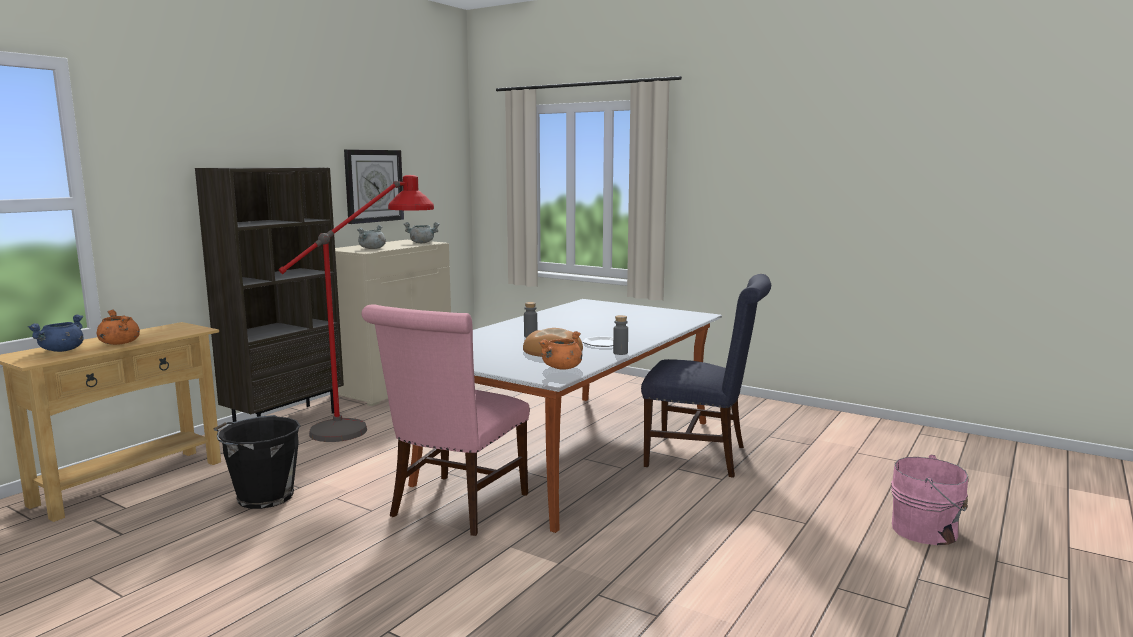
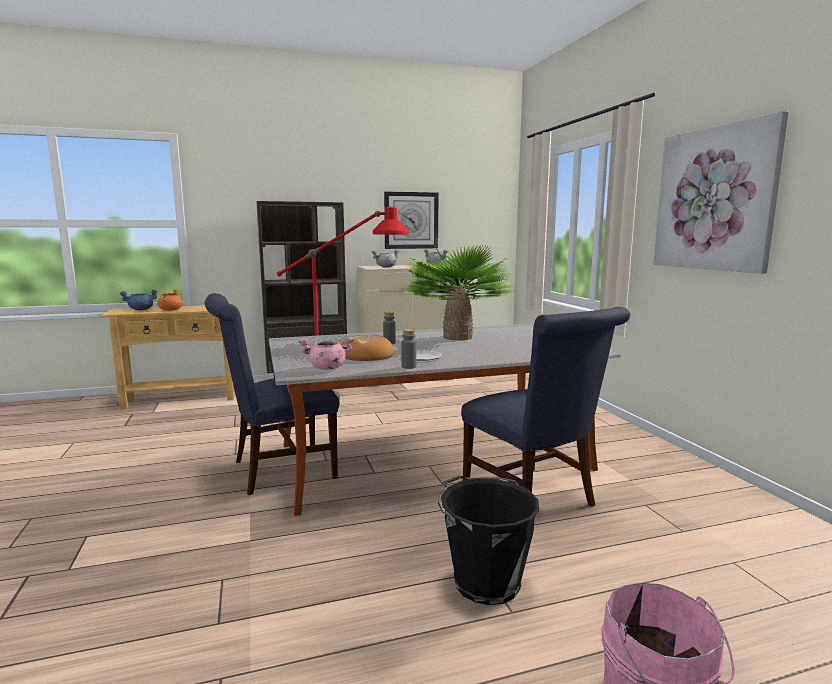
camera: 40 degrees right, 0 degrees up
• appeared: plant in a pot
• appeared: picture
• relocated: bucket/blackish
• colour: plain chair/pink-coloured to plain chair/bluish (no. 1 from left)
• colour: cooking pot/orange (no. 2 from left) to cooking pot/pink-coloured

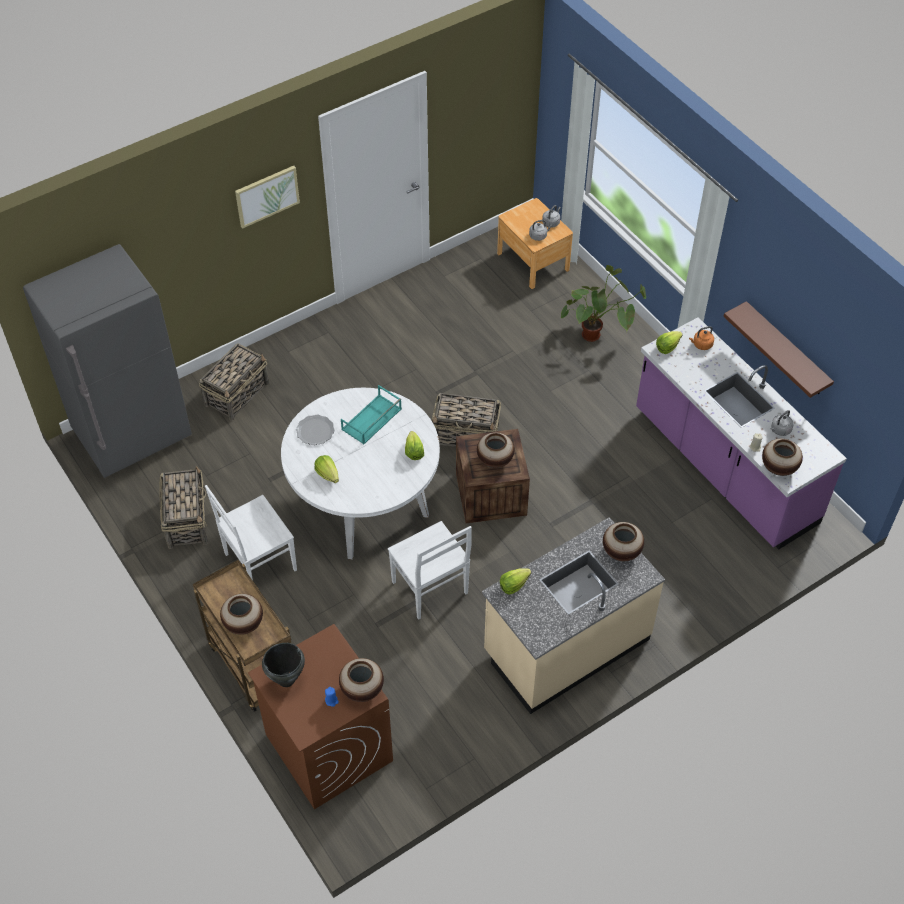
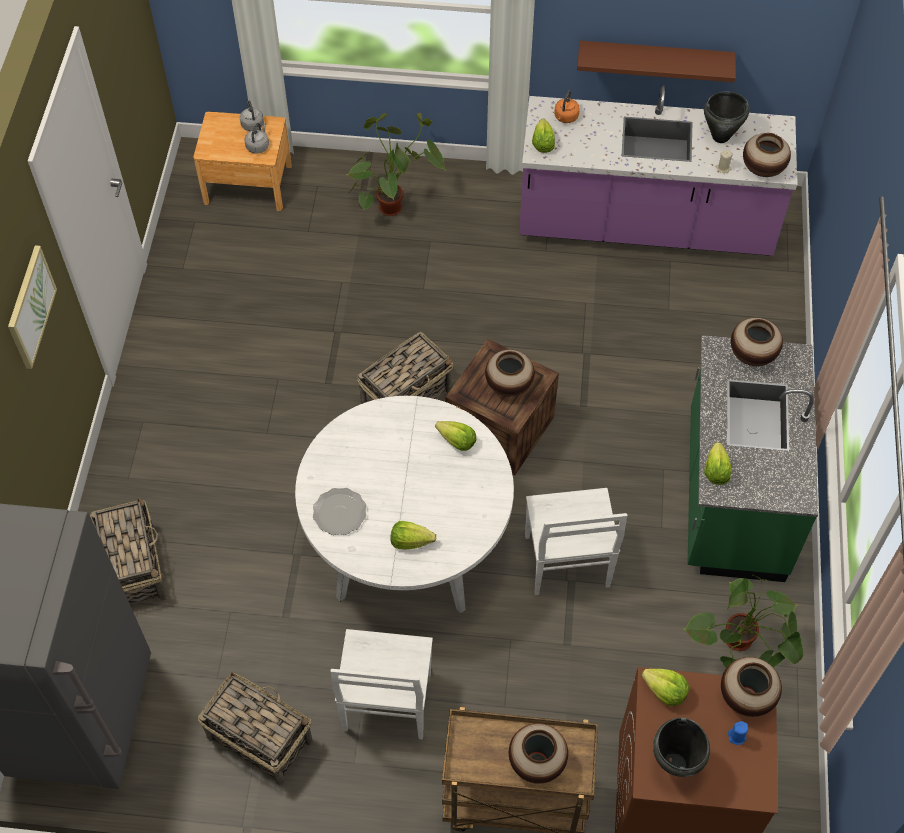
camera: 50 degrees left, 5 degrees up
• missing: serving tray/blue-green
• appeared: lettuce head (no. 4 from left)
• appeared: plant in a pot (no. 2 from left)
• exchanged: water kettle/gray (no. 3 from left) to cooking pot/blackish (no. 2 from left)
• colour: kitchen base unit/beige-coloured to kitchen base unit/greenish
• spun: plain chair/whitish (no. 2 from left) 75 degrees clockwise

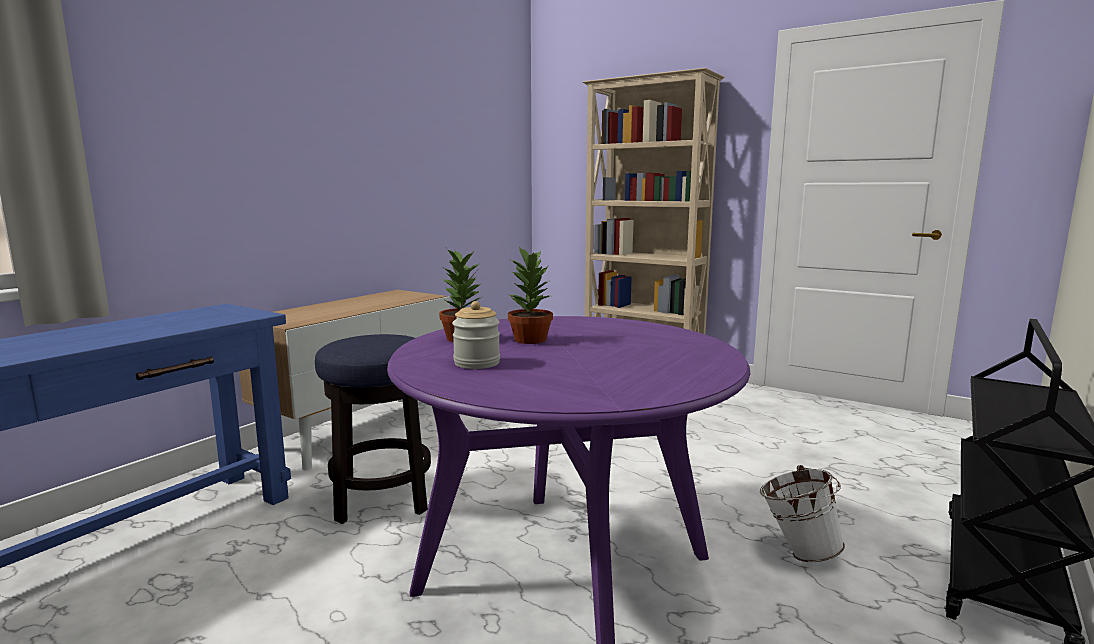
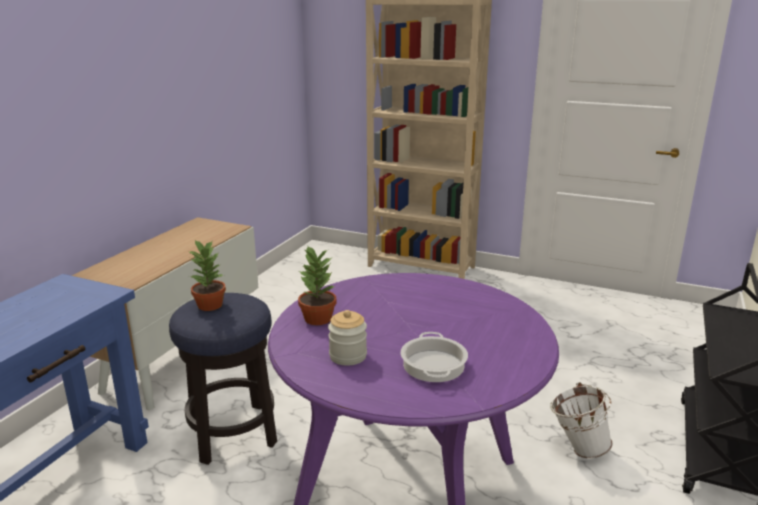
camera: 10 degrees left, 10 degrees up
• appeared: cooking pot
• relocated: plant in a pot (no. 2 from left in the first image) to plant in a pot (no. 1 from left)

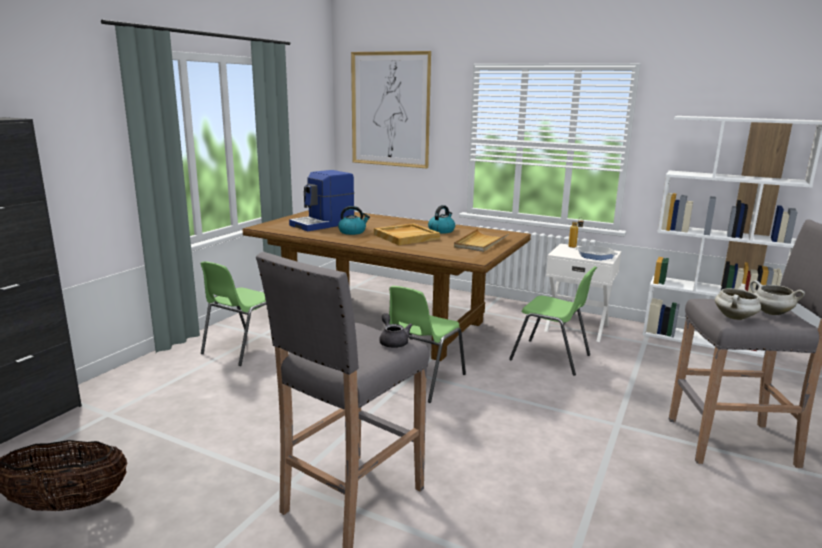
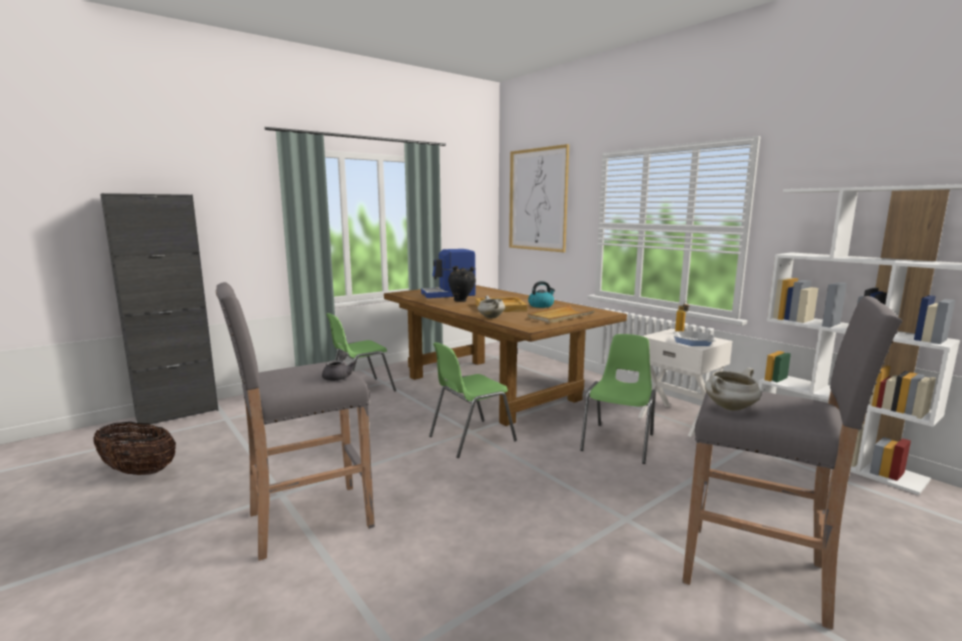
camera: 25 degrees right, 5 degrees down
• relocated: cooking pot/whitish (no. 2 from left in the first image) to cooking pot/whitish (no. 1 from left)
• exchanged: water kettle (no. 1 from left) to decorative vase/blackish
• spun: plain chair/greenish (no. 3 from left) 120 degrees counterclockwise

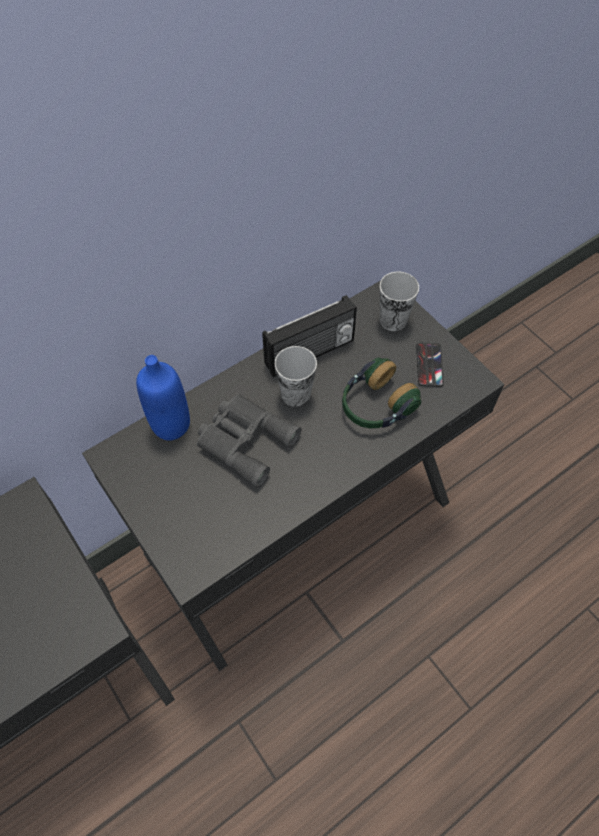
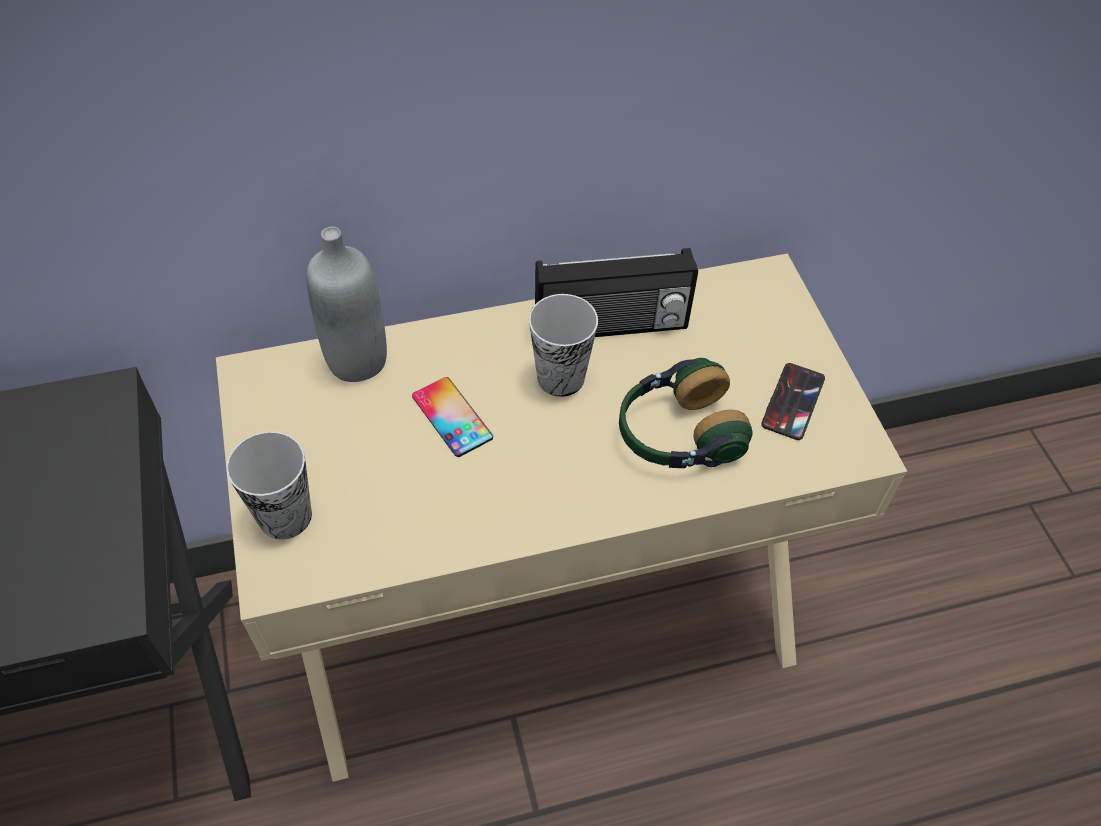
camera: 20 degrees right, 5 degrees down
• relocated: drinking cup (no. 2 from left in the first image) to drinking cup (no. 1 from left)
• exchanged: field glasses/gray to phone (no. 1 from left)
• colour: desk/blackish (no. 2 from left) to desk/beige-coloured
• colour: beverage bottle/bluish to beverage bottle/gray

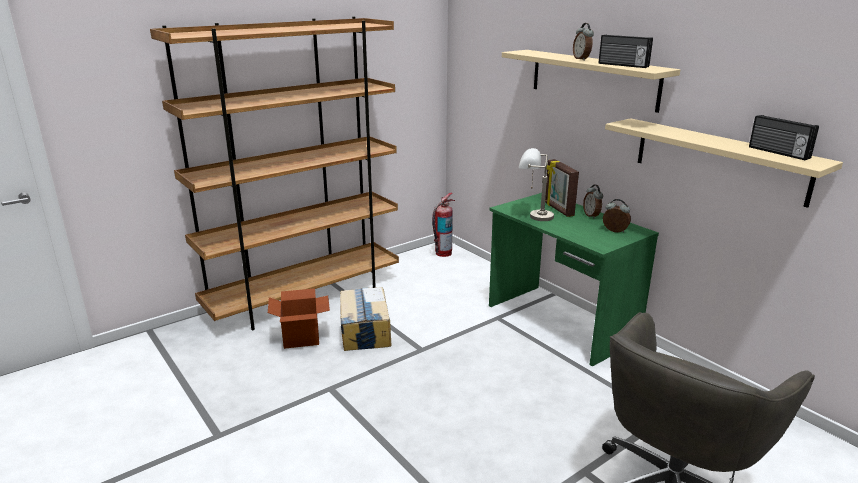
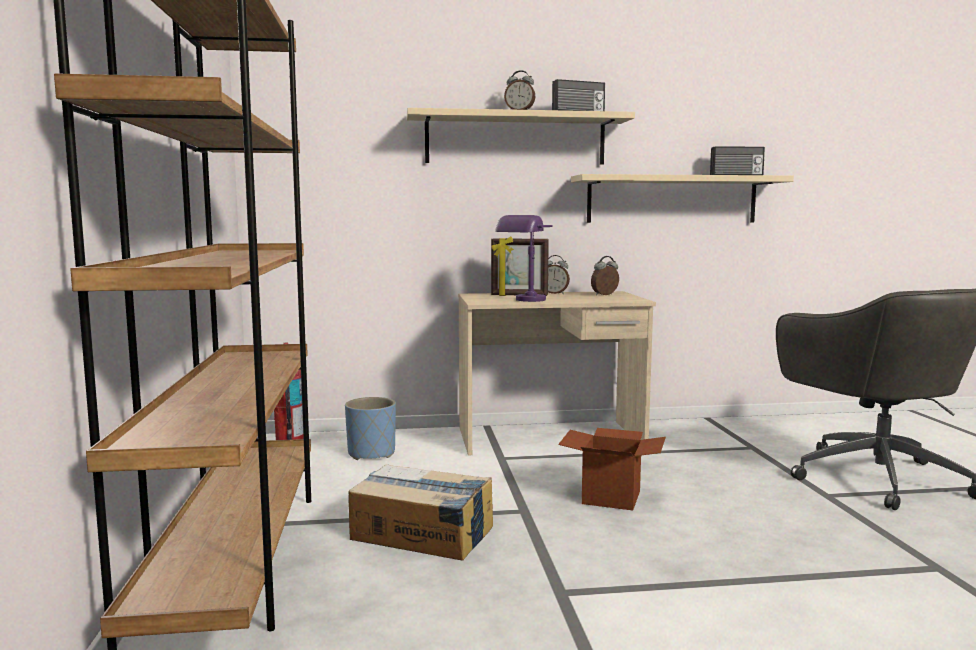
camera: 60 degrees left, 15 degrees down
• appeared: flower pot/bluish
• relocated: carton (no. 1 from left in the first image) to carton (no. 2 from left)
• colour: desk/greenish to desk/beige-coloured
• colour: tabletop lamp/gray to tabletop lamp/purple

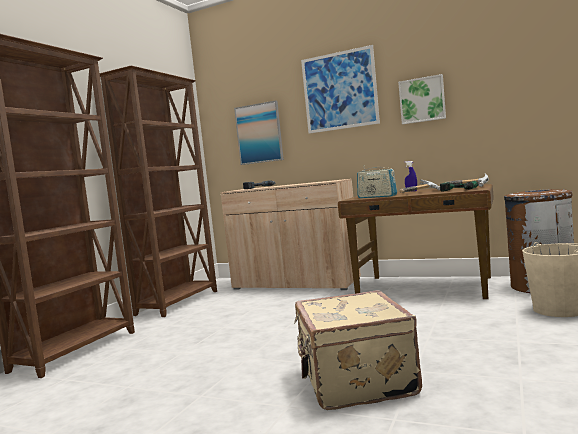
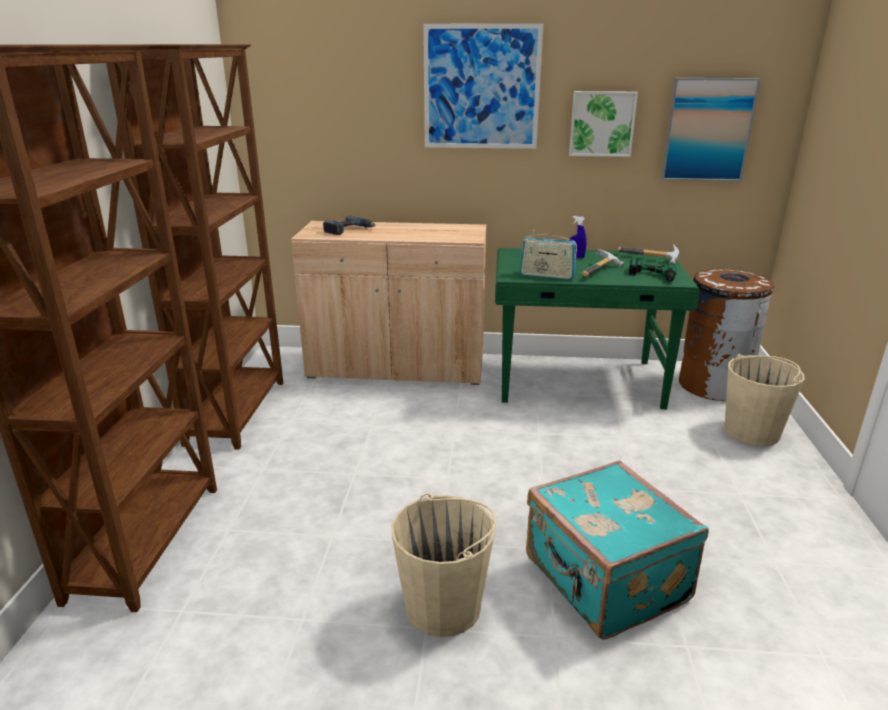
camera: 20 degrees left, 20 degrees up
• appeared: bucket/beige-coloured (no. 1 from left)
• relocated: picture (no. 1 from left in the first image) to picture (no. 3 from left)
• colour: travel case/beige-coloured to travel case/blue-green
• colour: desk/brownish to desk/greenish

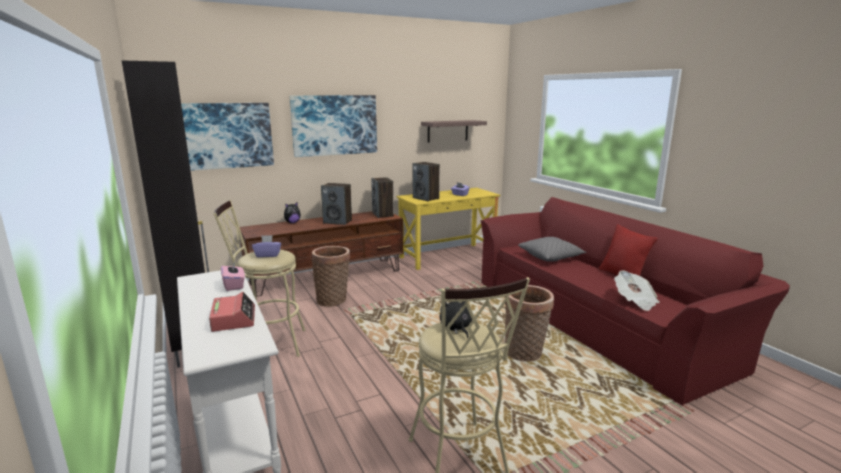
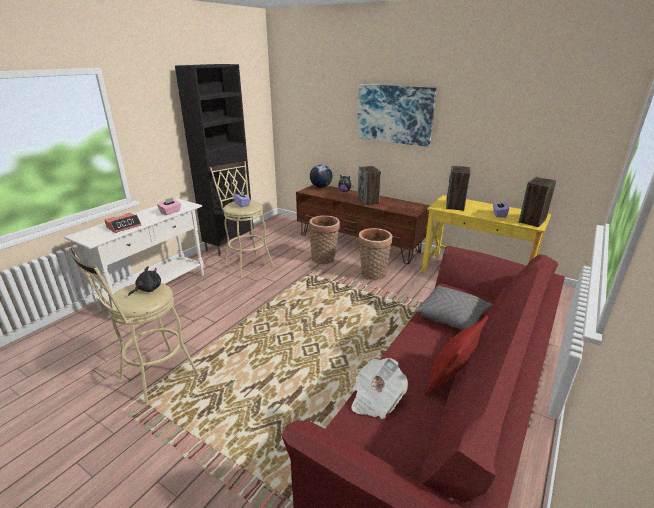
camera: 60 degrees right, 10 degrees up
• missing: picture (no. 1 from left)
• missing: bracket shelf
• appeared: desk globe
• relocated: speaker (no. 2 from left in the first image) to speaker (no. 3 from left)
• relocated: storage basket (no. 2 from left)

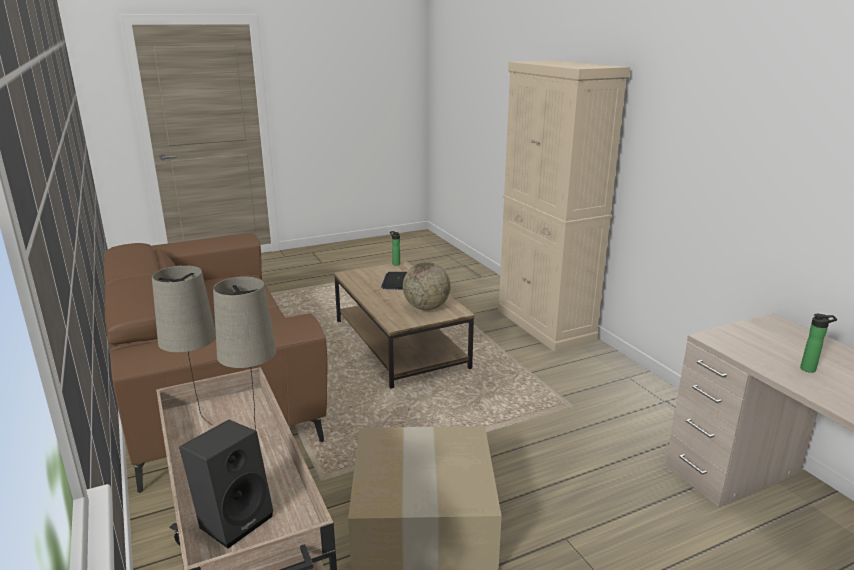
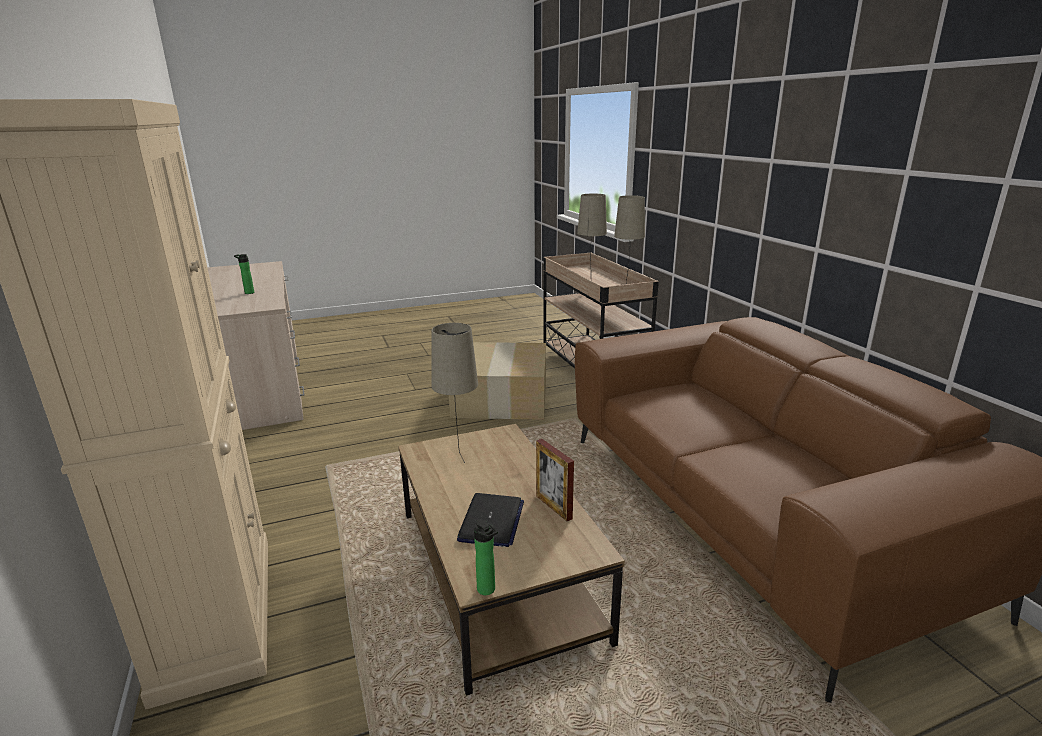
camera: 175 degrees left, 0 degrees up
• missing: speaker/blackish
• appeared: photo frame
• exchanged: desk globe to tabletop lamp/beige-coloured (no. 1 from left)

